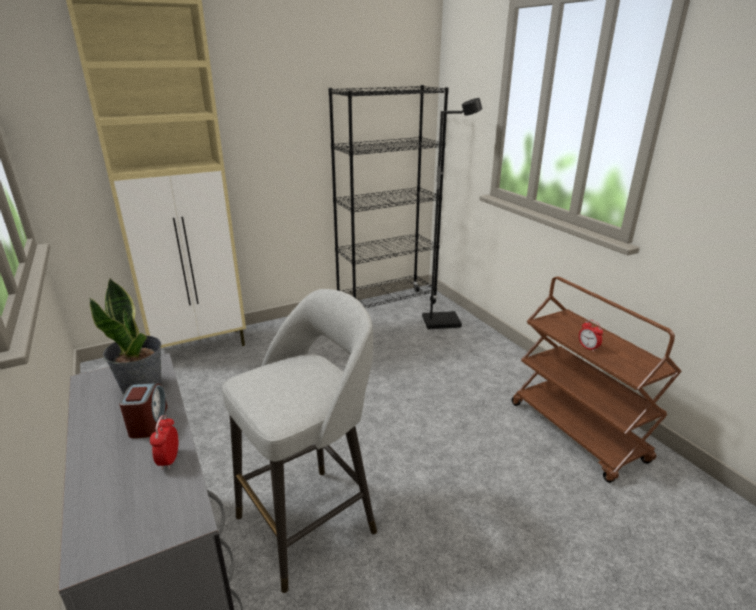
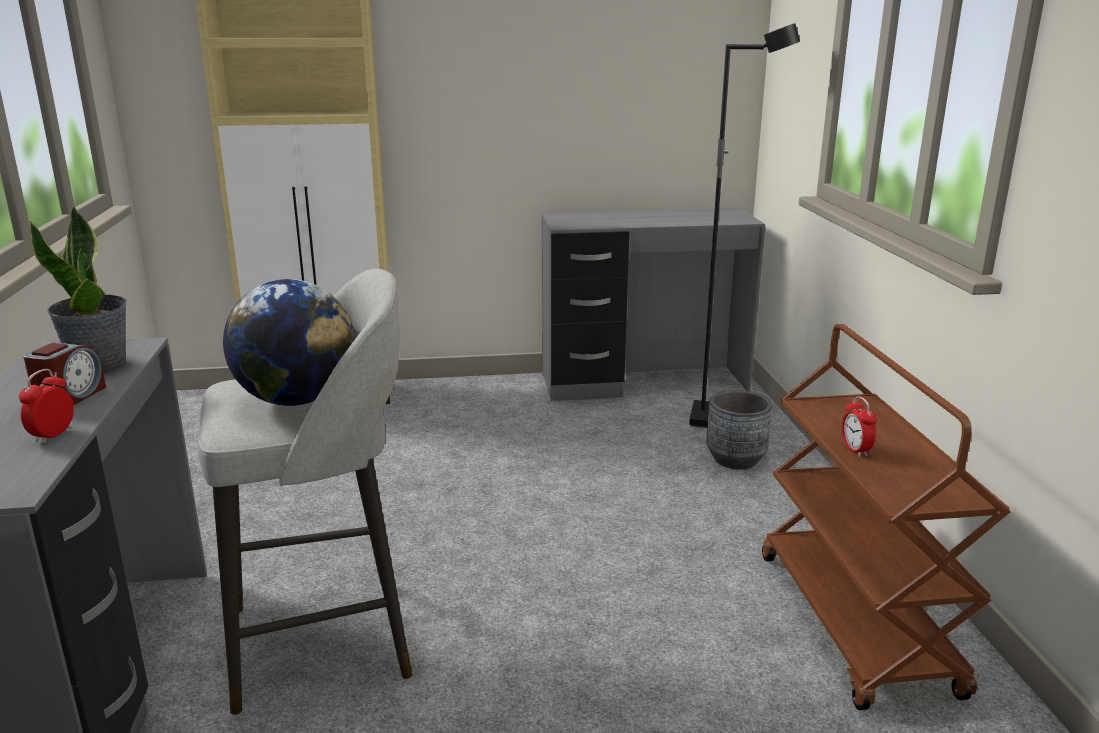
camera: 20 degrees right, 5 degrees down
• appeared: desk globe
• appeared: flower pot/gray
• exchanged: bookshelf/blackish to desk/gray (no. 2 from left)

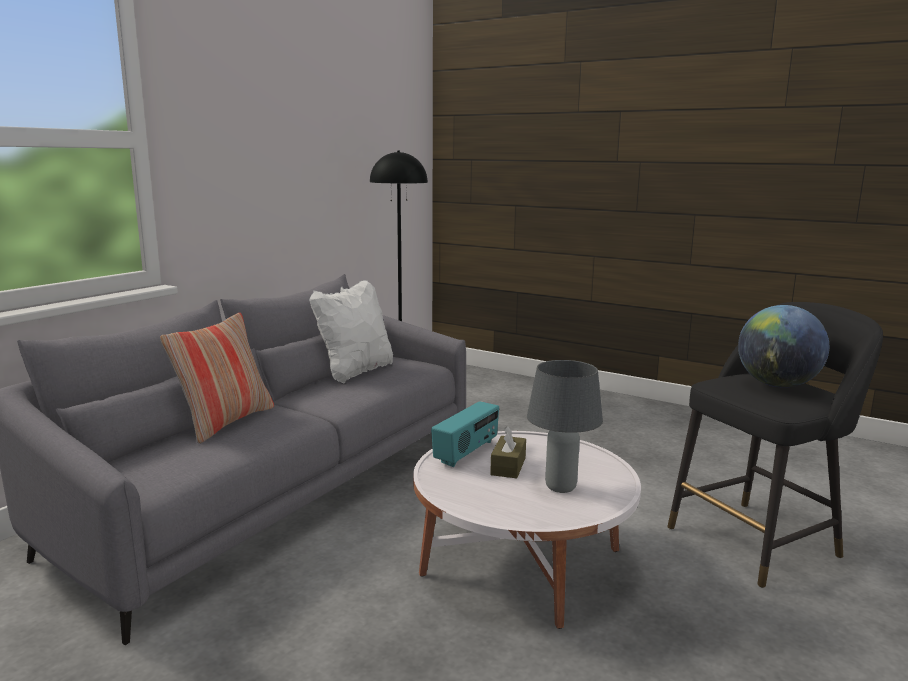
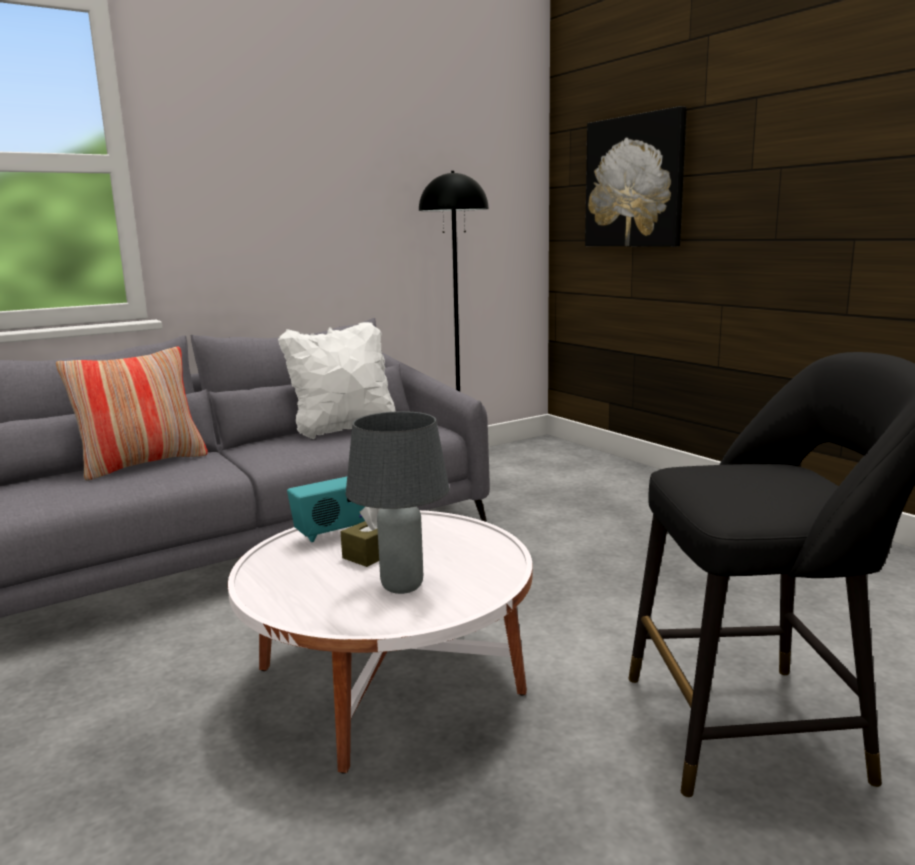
camera: 25 degrees right, 0 degrees up
• missing: desk globe
• appeared: picture

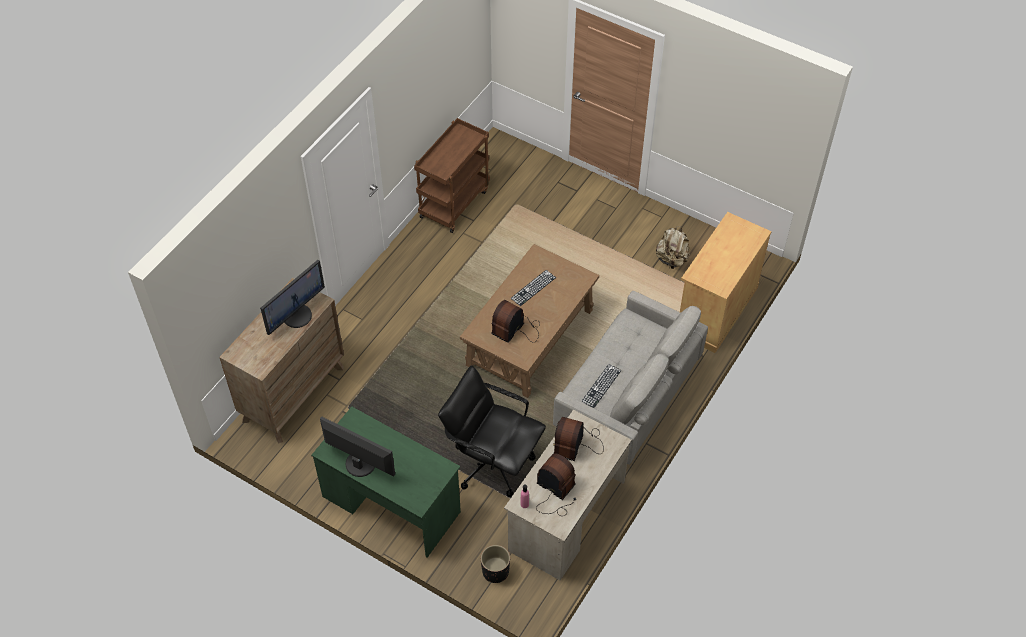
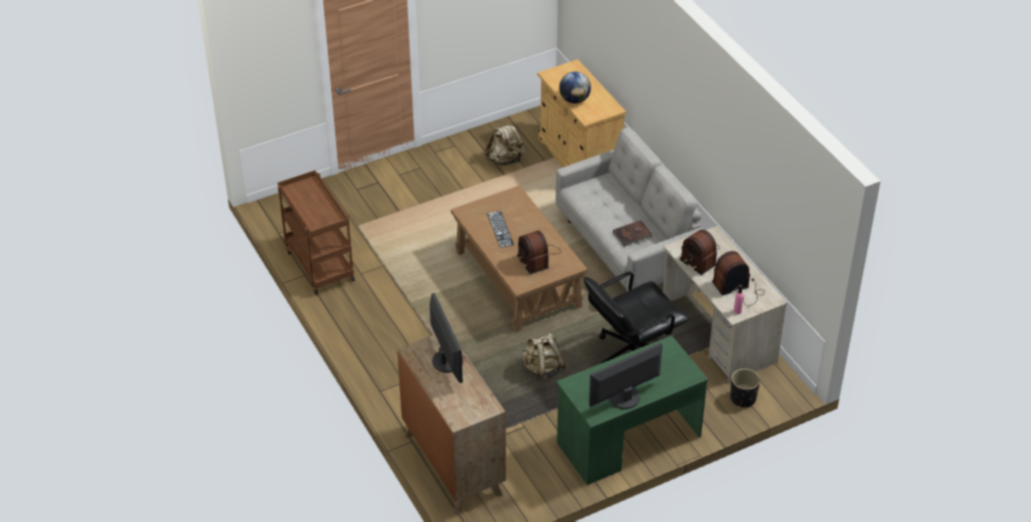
camera: 60 degrees left, 10 degrees down
• appeared: backpack/beige-coloured (no. 2 from left)
• appeared: desk globe
• exchanged: keyboard (no. 2 from left) to book/brownish

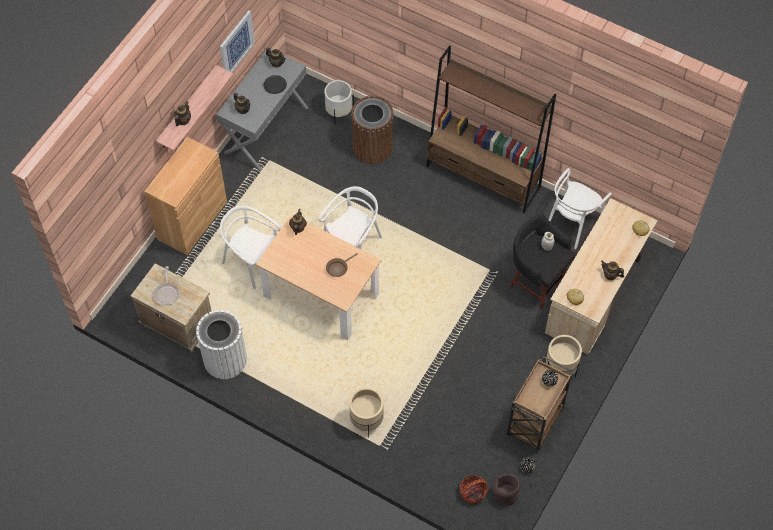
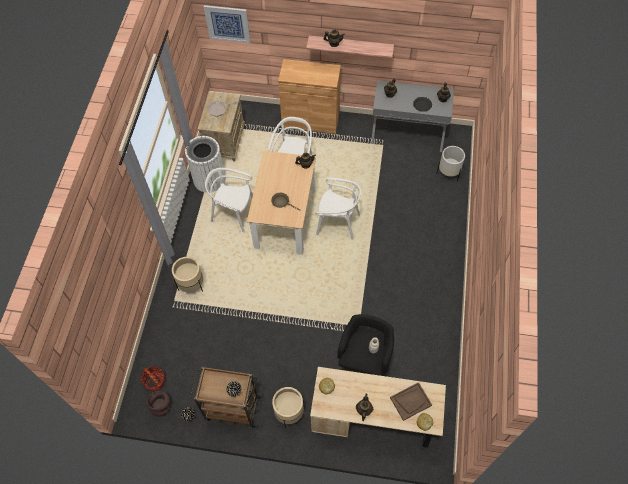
camera: 70 degrees right, 0 degrees up
• missing: trash can/brownish
• missing: bookshelf/brownish
• appeared: serving tray/brownish
• relocated: picture
• relocated: plain chair/whitish (no. 3 from left in the first image) to plain chair/whitish (no. 1 from left)

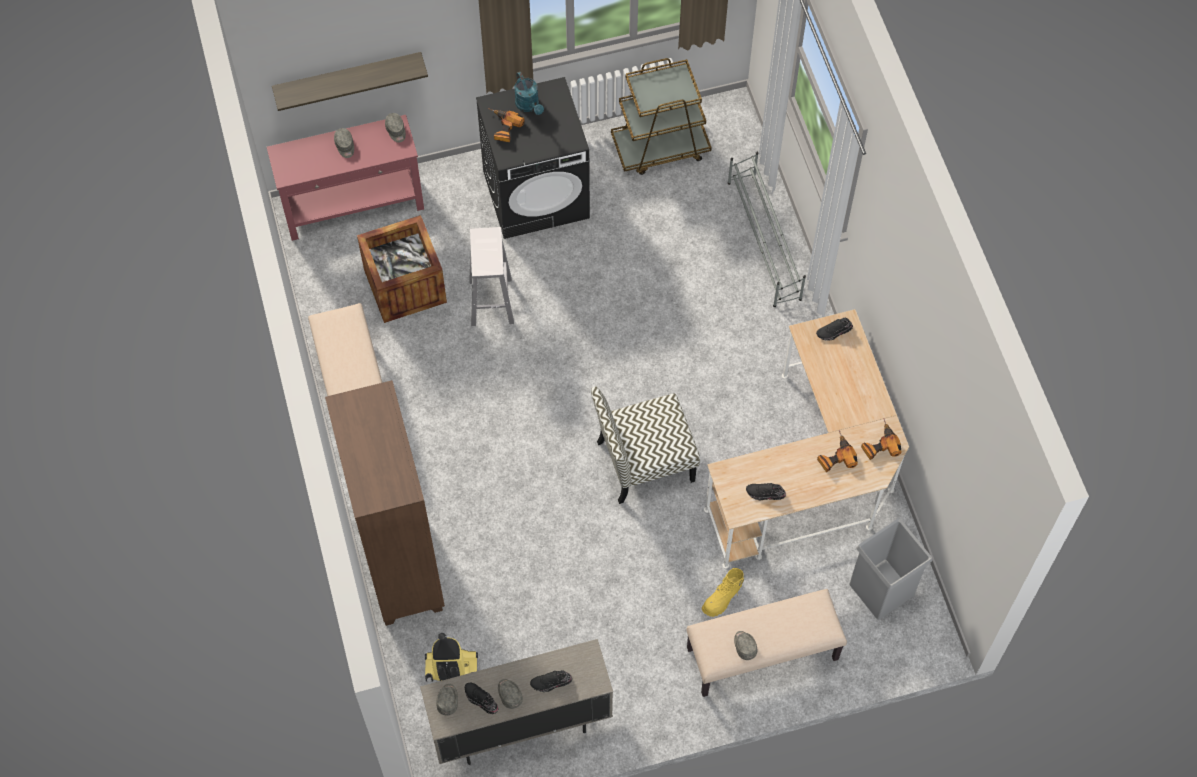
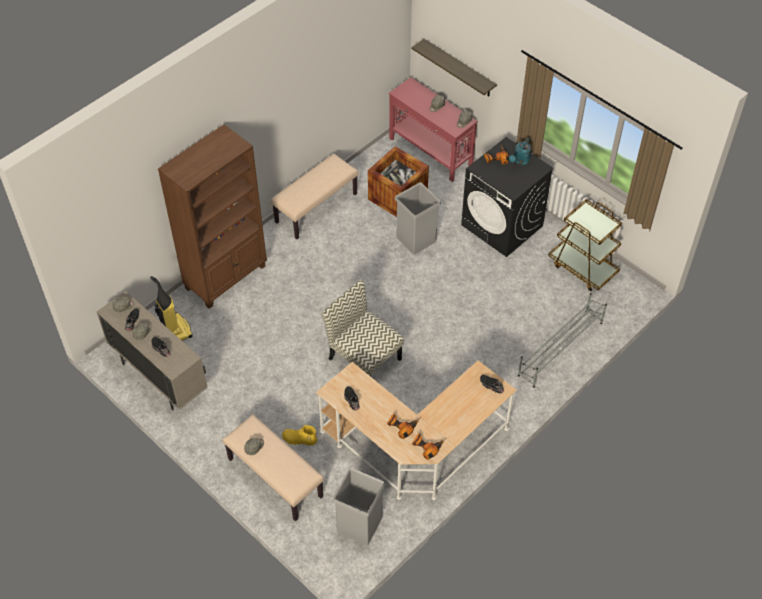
camera: 60 degrees right, 10 degrees down
• exchanged: stool/whitish to trash can/gray (no. 2 from left)

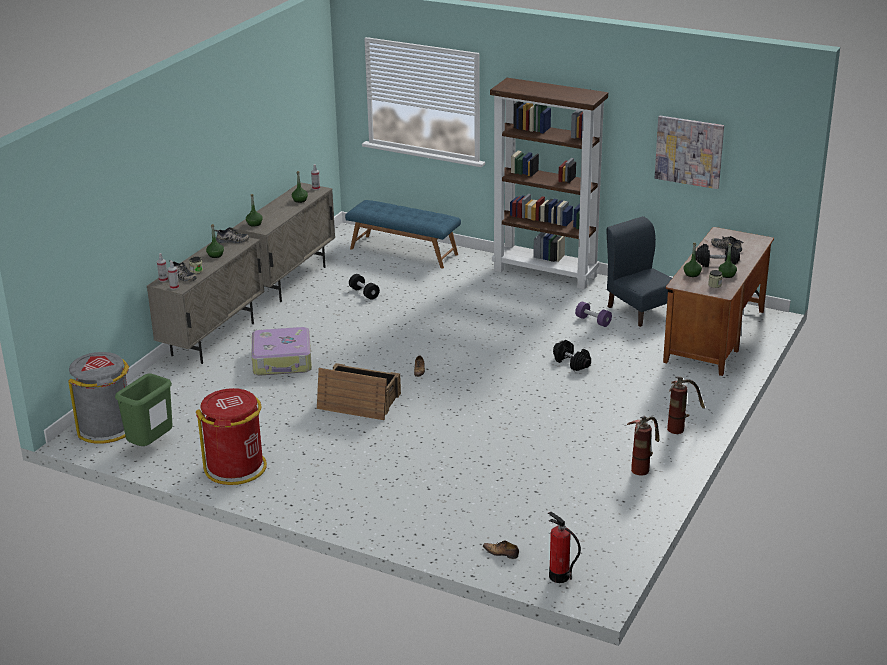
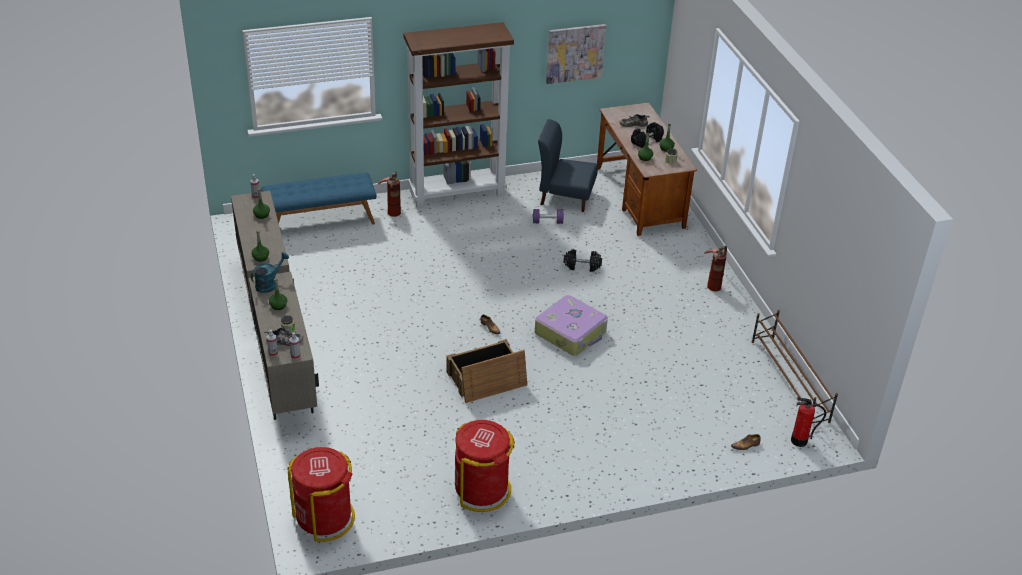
camera: 45 degrees left, 10 degrees up
• missing: trash can/greenish
• missing: free weight/blackish (no. 1 from left)
• appeared: shoe stand/brownish
• relocated: travel case
• relocated: fire-fighting cylinder (no. 2 from left in the first image) to fire-fighting cylinder (no. 1 from left)
• exchanged: low shoe (no. 2 from left) to watering can/blue-green
• colour: trash can/gray to trash can/red-coloured (no. 1 from left)

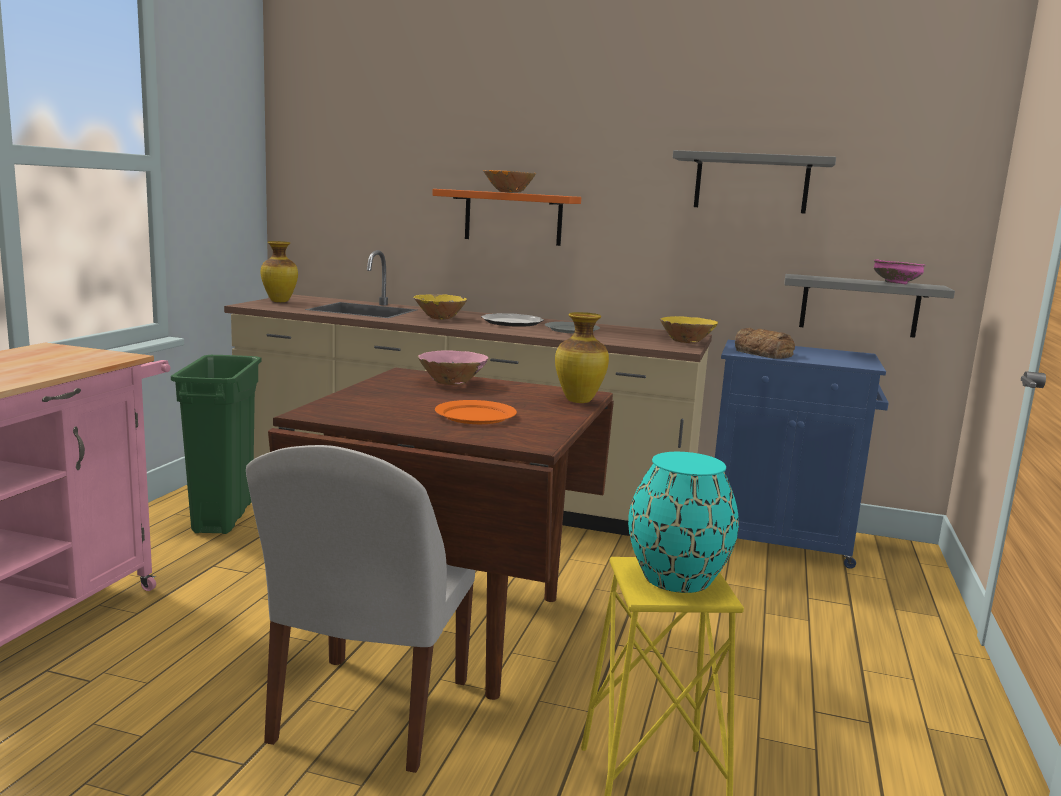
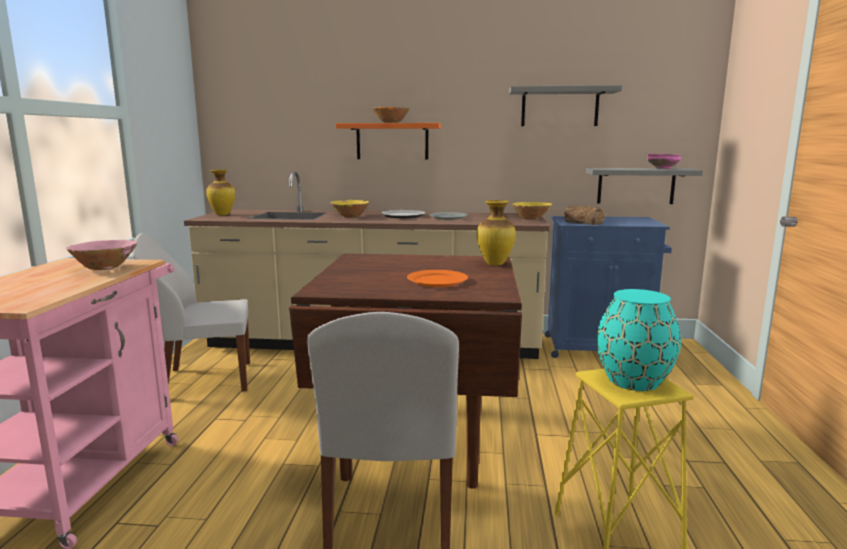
camera: 10 degrees left, 0 degrees up
• relocated: deep dish/pink-coloured (no. 1 from left)
• exchanged: trash can/greenish to plain chair/whitish (no. 1 from left)

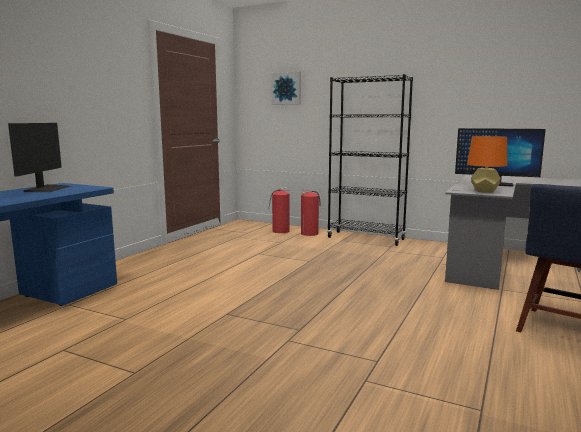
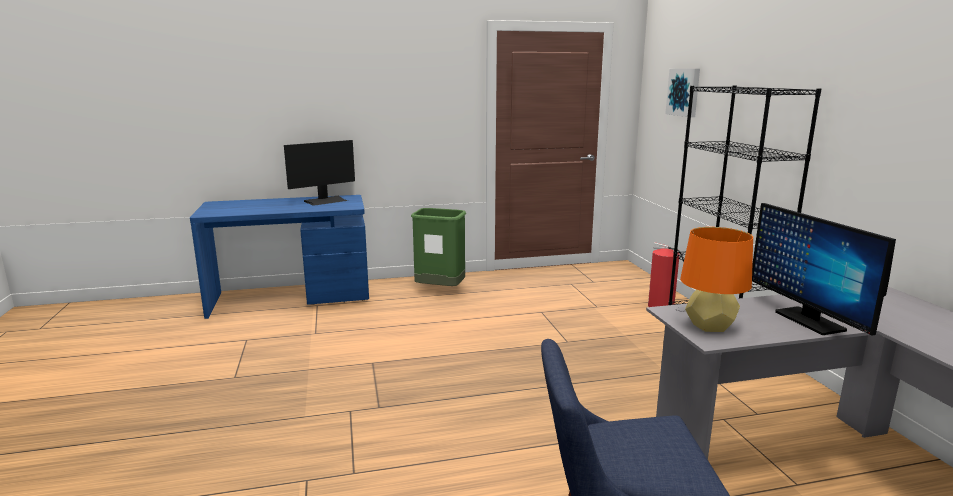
camera: 50 degrees right, 5 degrees up
• missing: fire-fighting cylinder (no. 1 from left)
• appeared: trash can/greenish

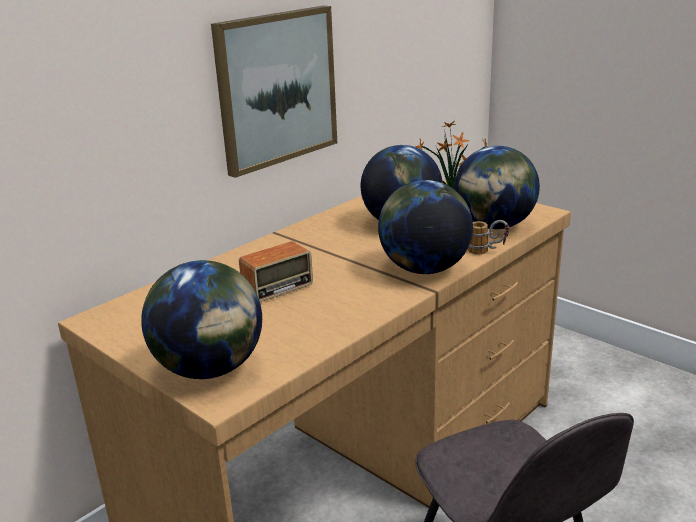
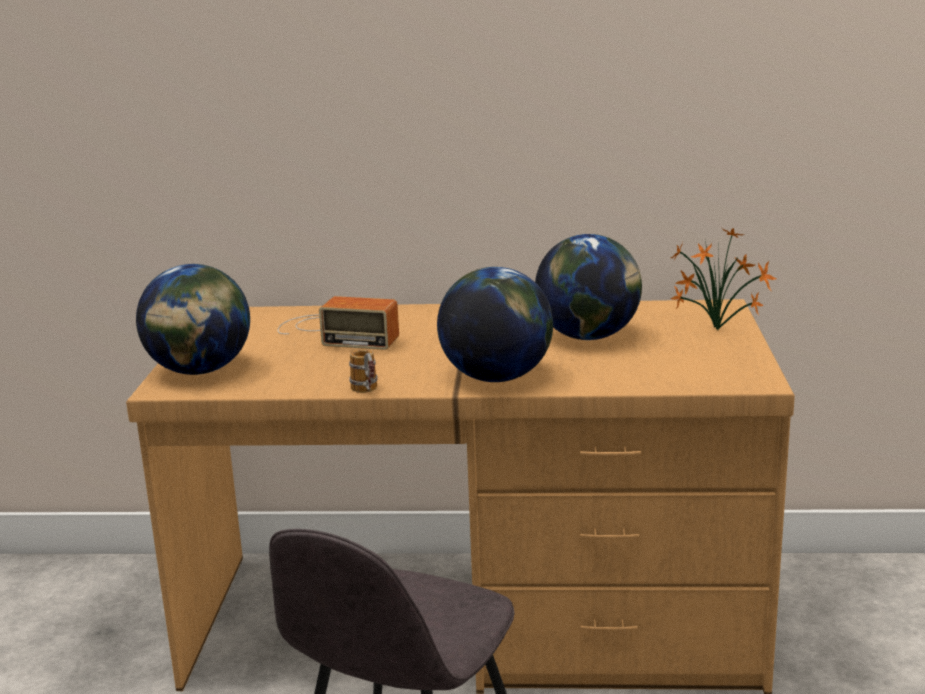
camera: 50 degrees right, 5 degrees down
• missing: picture
• missing: desk globe (no. 4 from left)
• relocated: tea mug

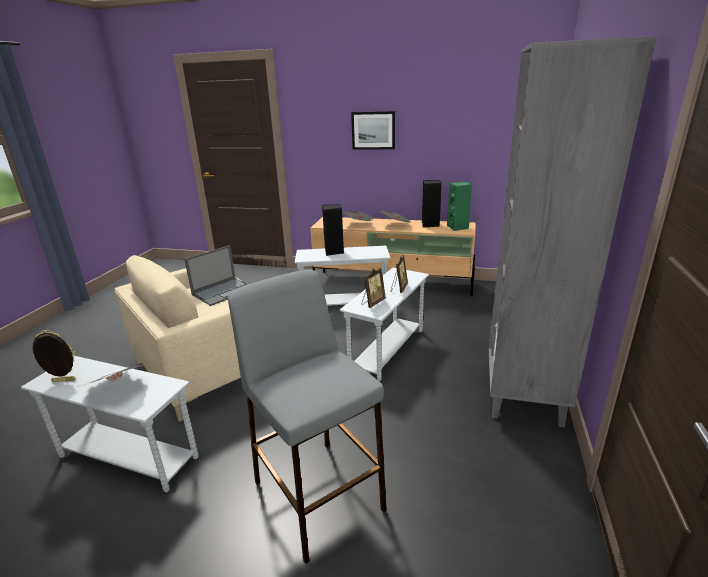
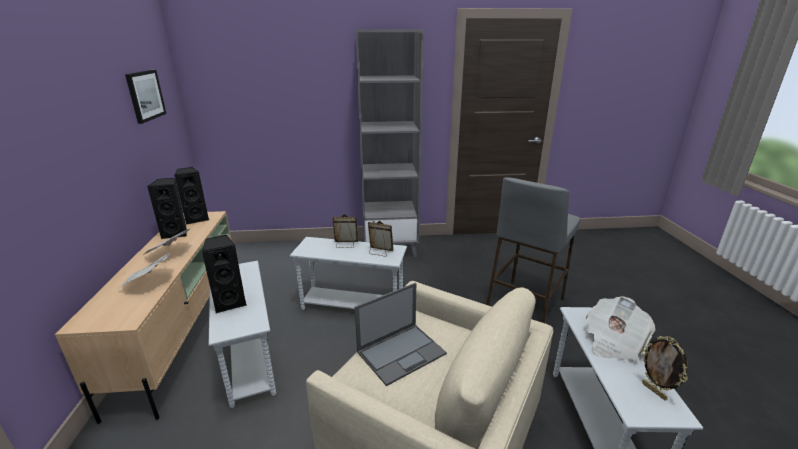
camera: 110 degrees left, 0 degrees up
• relocated: picture
• colour: speaker/greenish to speaker/blackish (no. 2 from left)
• spun: laptop 120 degrees clockwise

